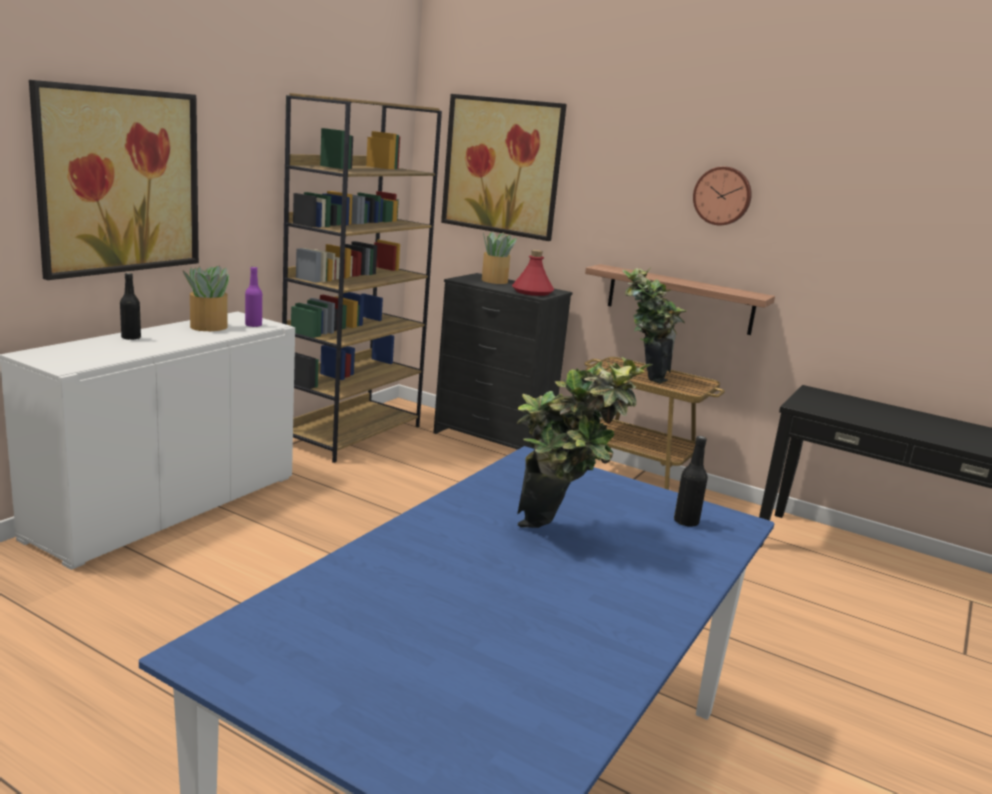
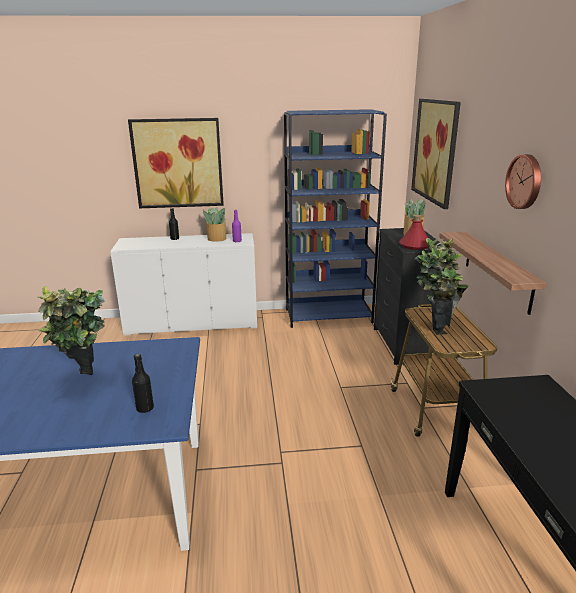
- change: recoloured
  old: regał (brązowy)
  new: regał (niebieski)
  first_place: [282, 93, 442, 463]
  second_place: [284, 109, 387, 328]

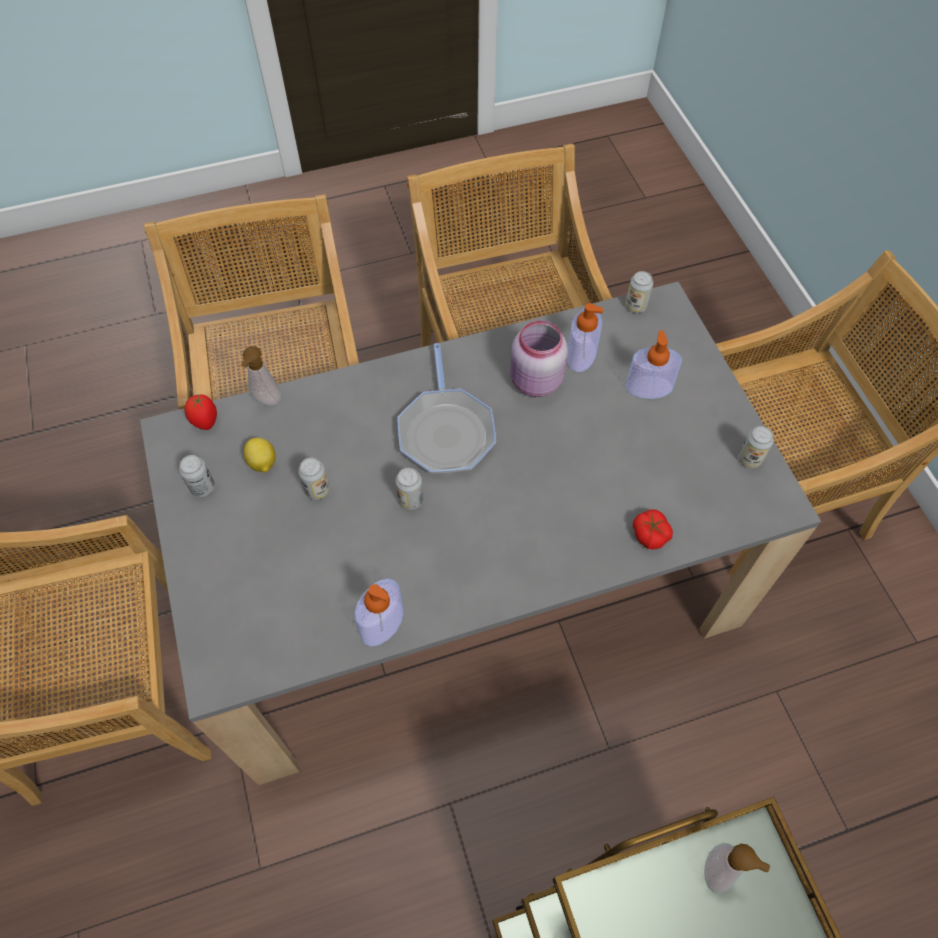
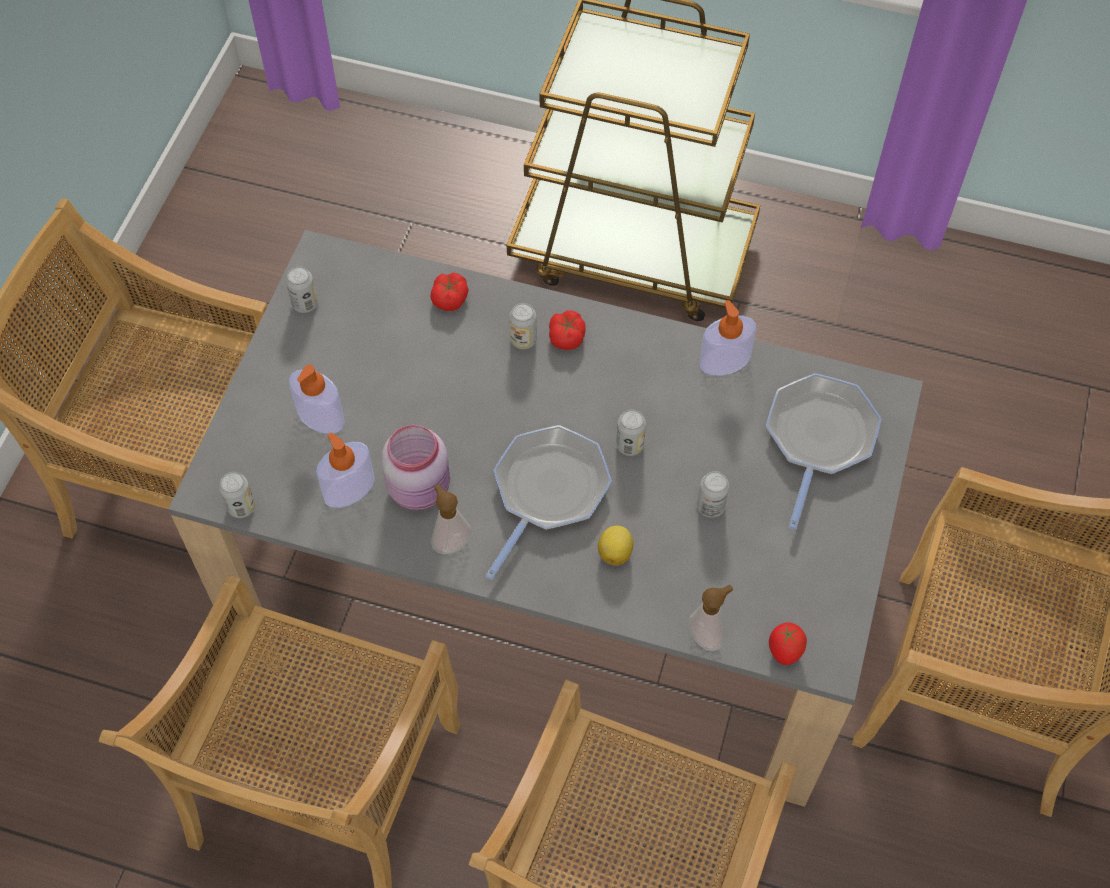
- change: added
  new: pomidor
  second_place: [549, 310, 586, 350]
- change: added
  new: patelnia
  second_place: [766, 373, 881, 530]
- change: moved
  old: puszka
  first_place: [179, 455, 215, 497]
  second_place: [509, 303, 537, 349]
- change: moved
  old: cytryna
  first_place: [243, 437, 276, 473]
  second_place: [598, 525, 633, 566]
- change: moved
  old: dozownik mydła
  first_place: [704, 843, 770, 893]
  second_place: [431, 484, 472, 554]

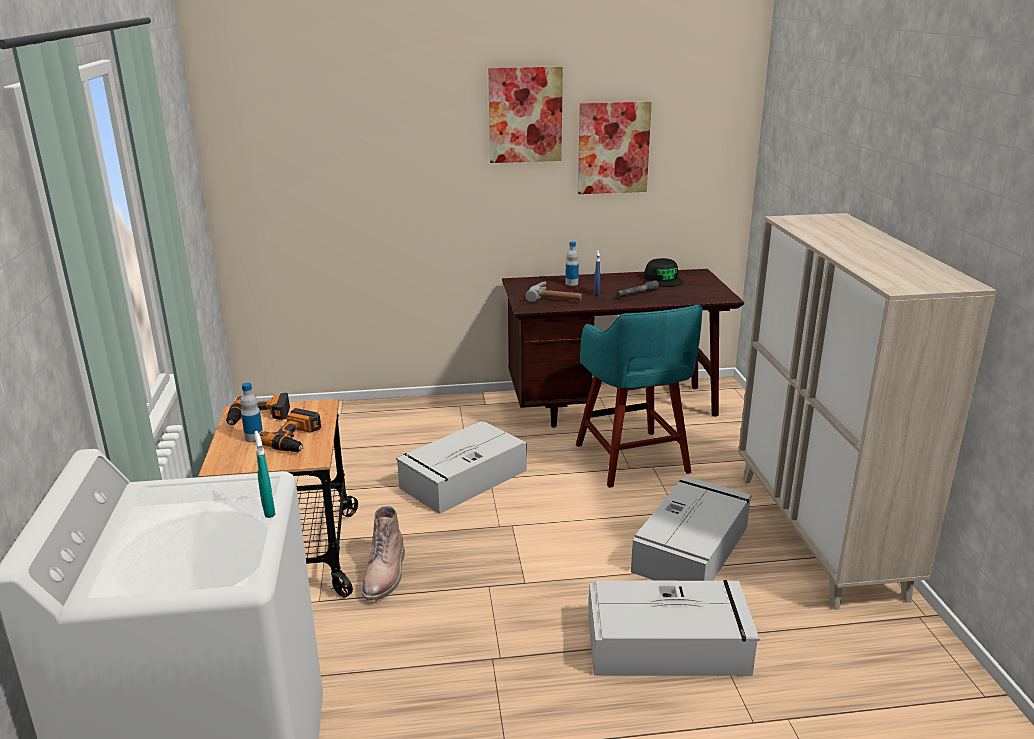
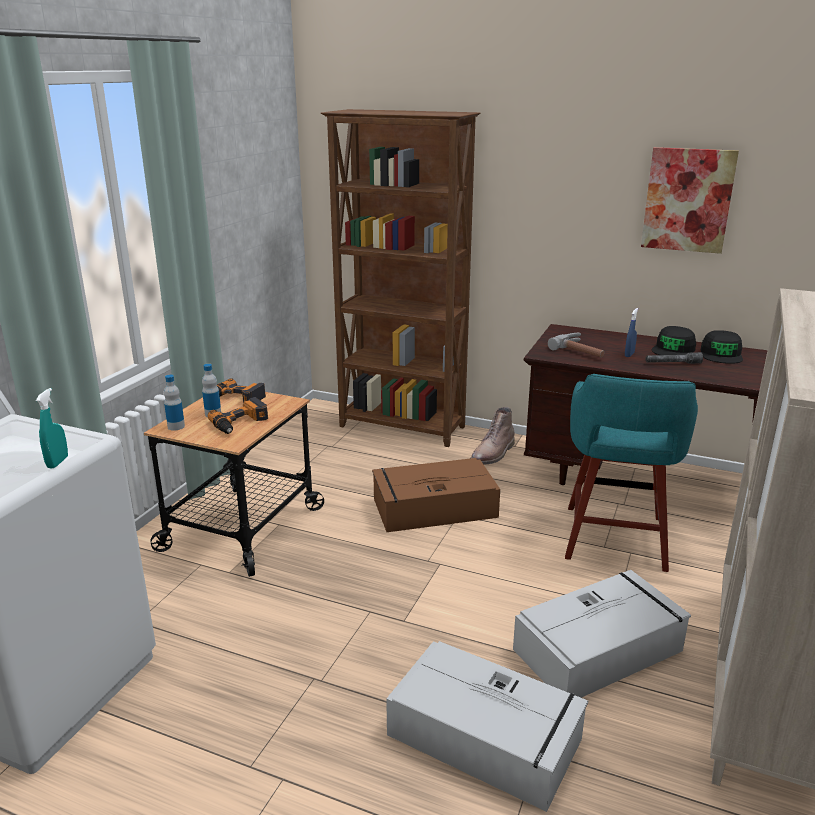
- change: removed
  old: obraz
  first_place: [488, 66, 563, 163]
- change: added
  new: regał (brązowy)
  second_place: [321, 109, 480, 447]
- change: added
  new: czapka z daszkiem (czarny)
  second_place: [651, 326, 696, 355]
- change: moved
  old: but z cholewką (brązowy)
  first_place: [362, 506, 405, 601]
  second_place: [471, 407, 515, 465]
- change: moved
  old: butelka
  first_place: [565, 241, 579, 286]
  second_place: [164, 375, 185, 431]
- change: recoloured
  old: pojemnik do przechowywania (szary)
  new: pojemnik do przechowywania (brązowy)
  first_place: [396, 421, 527, 514]
  second_place: [372, 458, 500, 532]

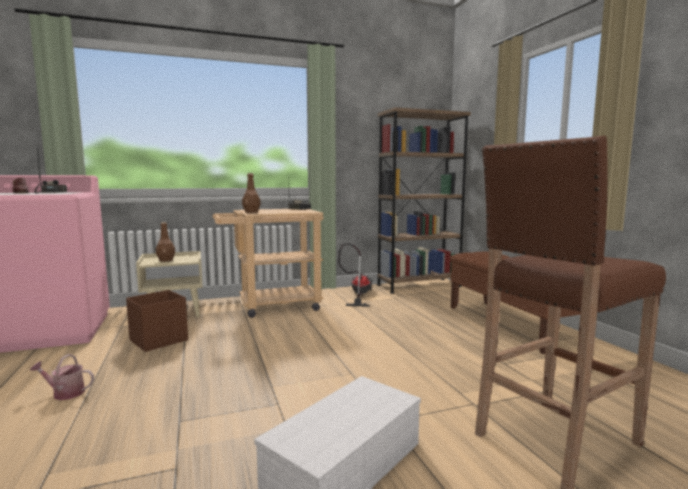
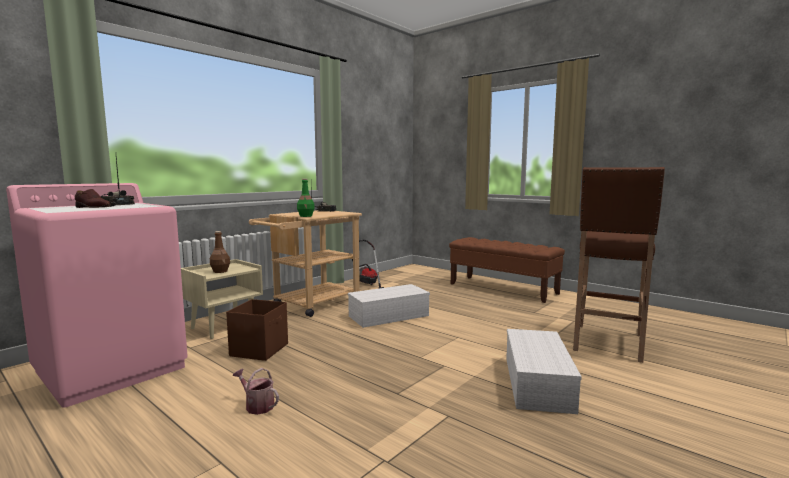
- change: removed
  old: regał (brązowy)
  first_place: [377, 107, 471, 294]
- change: added
  new: pojemnik do przechowywania (biały)
  second_place: [348, 284, 430, 328]
- change: recoloured
  old: butelka (brązowy)
  new: butelka (zielony)
  first_place: [242, 173, 261, 213]
  second_place: [297, 179, 315, 217]
- change: turned
  old: konewka
  first_place: [29, 354, 94, 400]
  second_place: [233, 368, 279, 415]
  degrees: 60

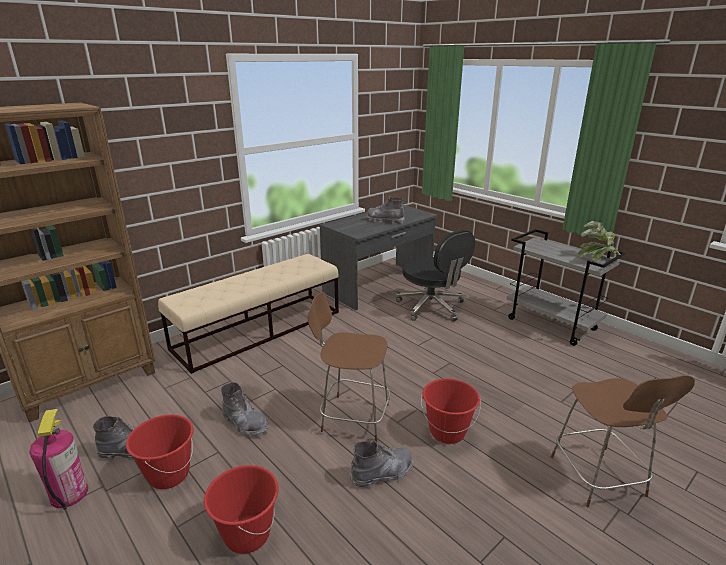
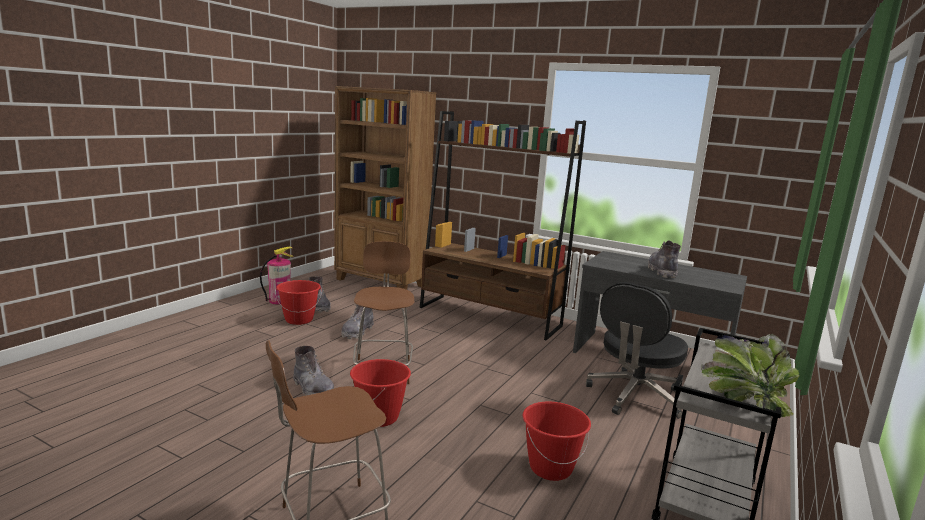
- change: moved
  old: wiadro (czerwony)
  first_place: [204, 465, 278, 554]
  second_place: [522, 402, 591, 481]
- change: replaced
  old: ławka (beżowy)
  new: regał (brązowy)
  first_place: [158, 254, 339, 374]
  second_place: [420, 111, 586, 341]

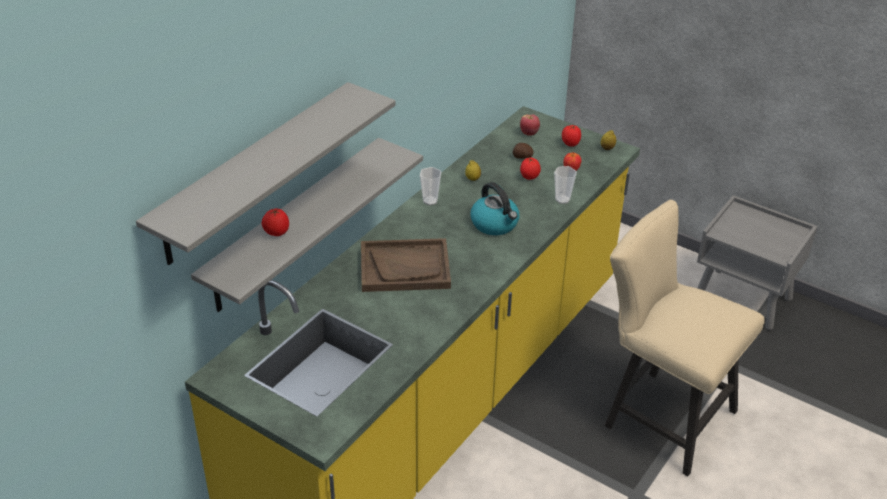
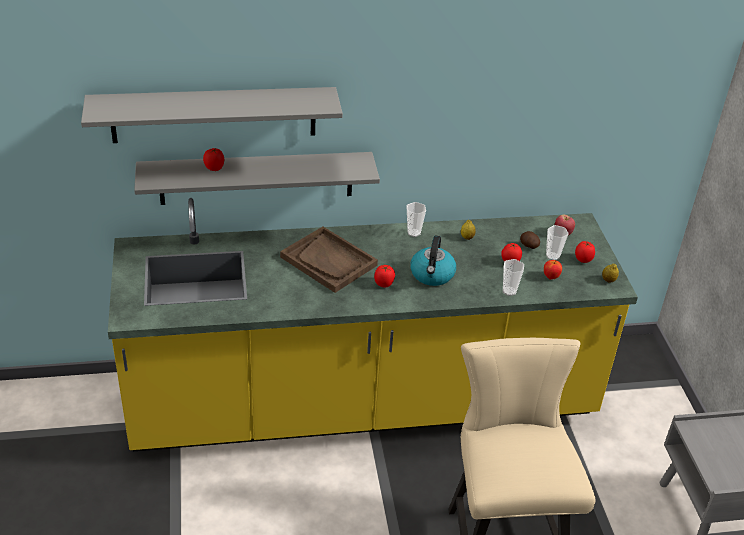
- change: added
  new: pomidor
  second_place: [374, 265, 395, 288]
- change: added
  new: filiżanka
  second_place: [546, 225, 569, 260]

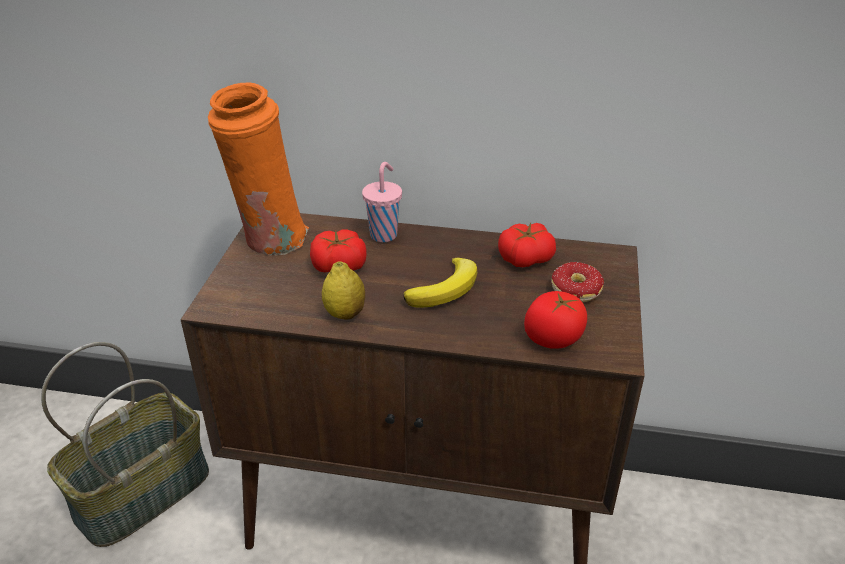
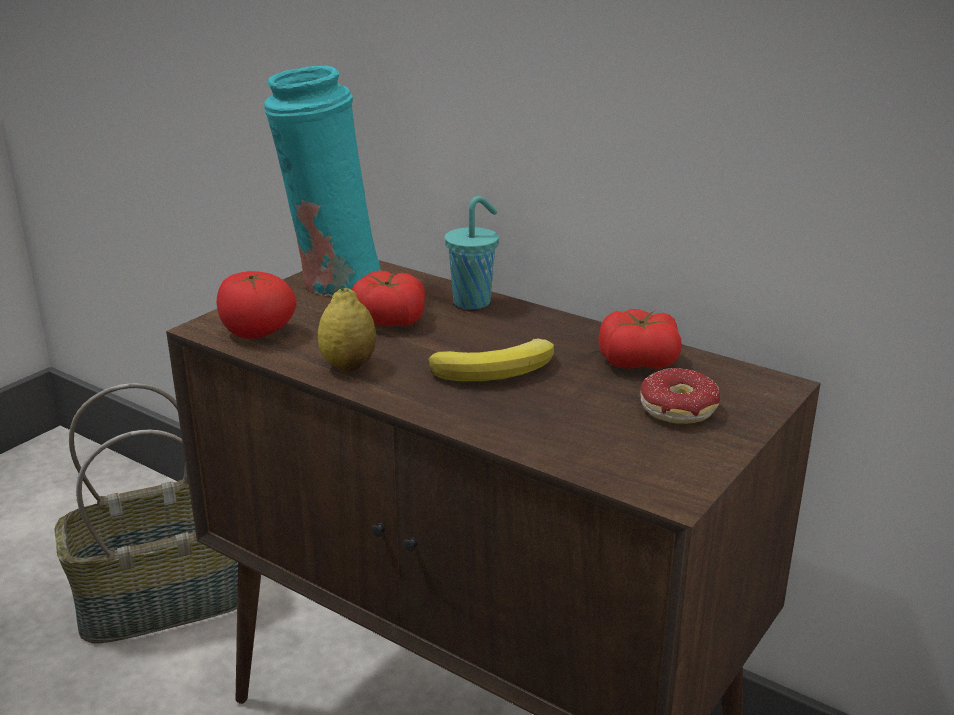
- change: moved
  old: pomidor
  first_place: [524, 291, 587, 349]
  second_place: [216, 271, 296, 339]
- change: recoloured
  old: wazon (pomarańczowy)
  new: wazon (turkusowy)
  first_place: [208, 82, 309, 255]
  second_place: [264, 66, 382, 297]
- change: recoloured
  old: filiżanka (różowy)
  new: filiżanka (turkusowy)
  first_place: [362, 162, 402, 242]
  second_place: [445, 196, 499, 309]

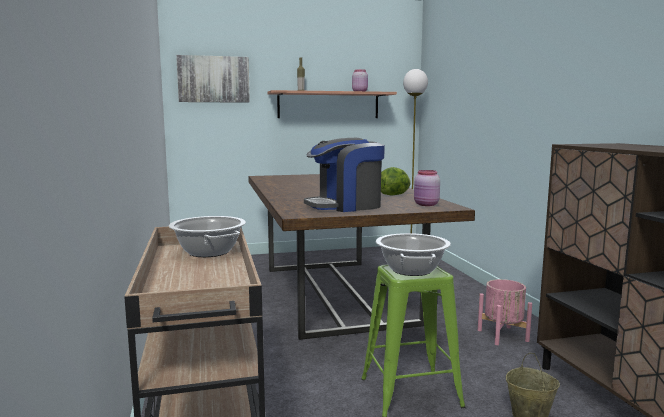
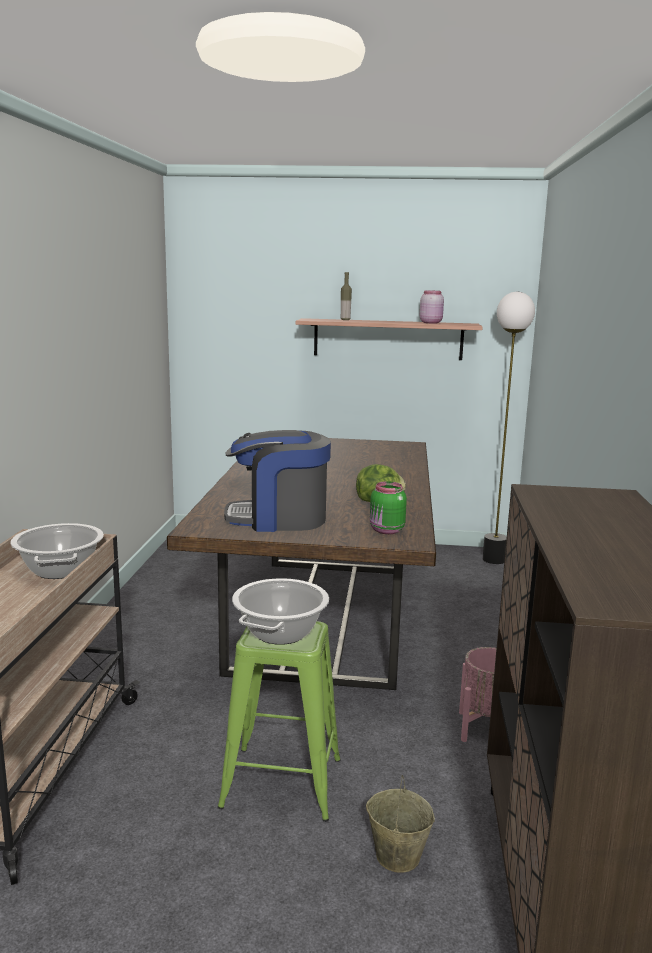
- change: removed
  old: obraz
  first_place: [176, 55, 250, 103]
- change: recoloured
  old: słoik (różowy)
  new: słoik (zielony)
  first_place: [414, 170, 440, 206]
  second_place: [370, 481, 407, 534]

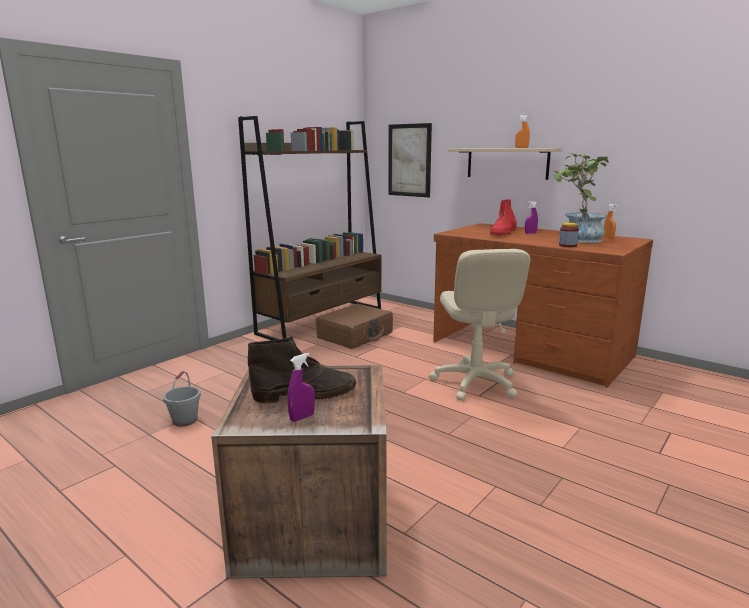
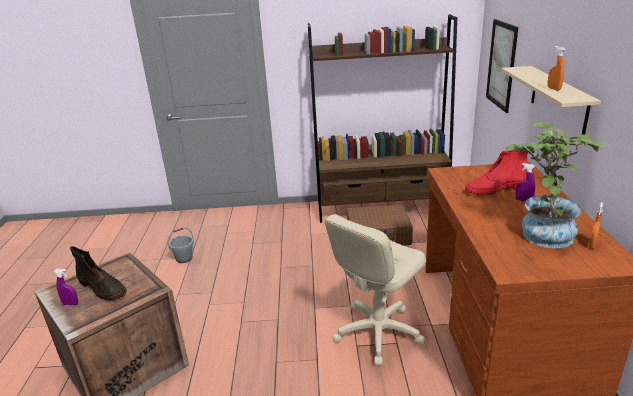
- change: removed
  old: słoik
  first_place: [559, 223, 579, 247]

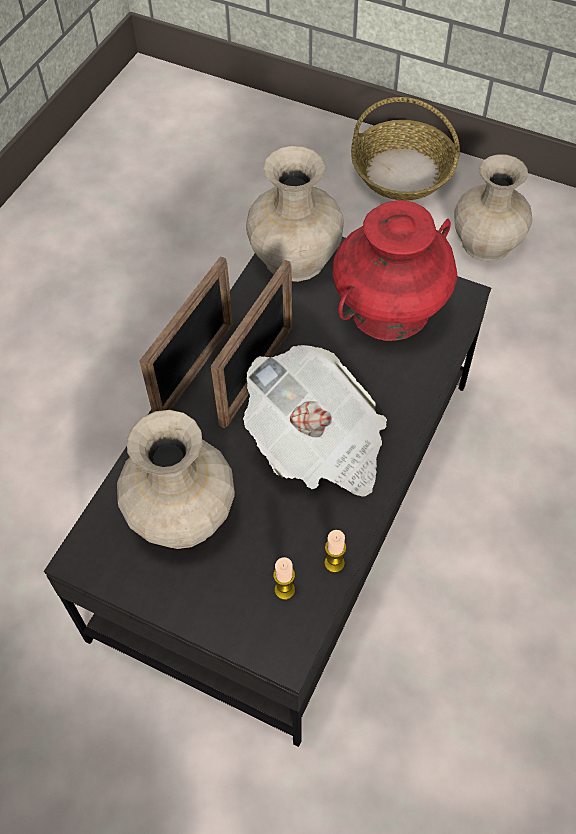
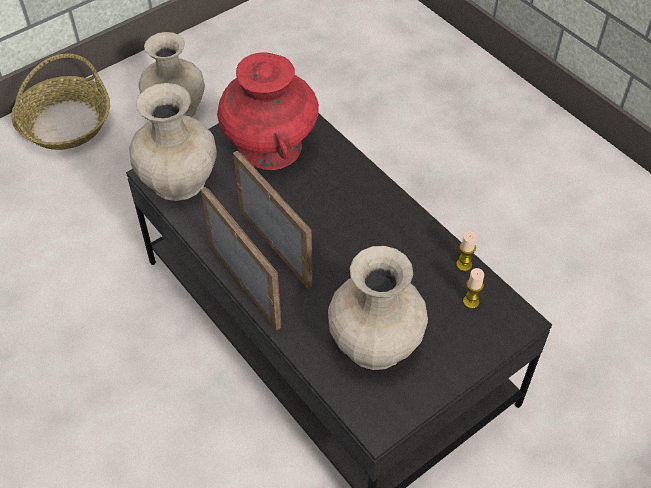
- change: removed
  old: gazeta
  first_place: [243, 345, 387, 497]

